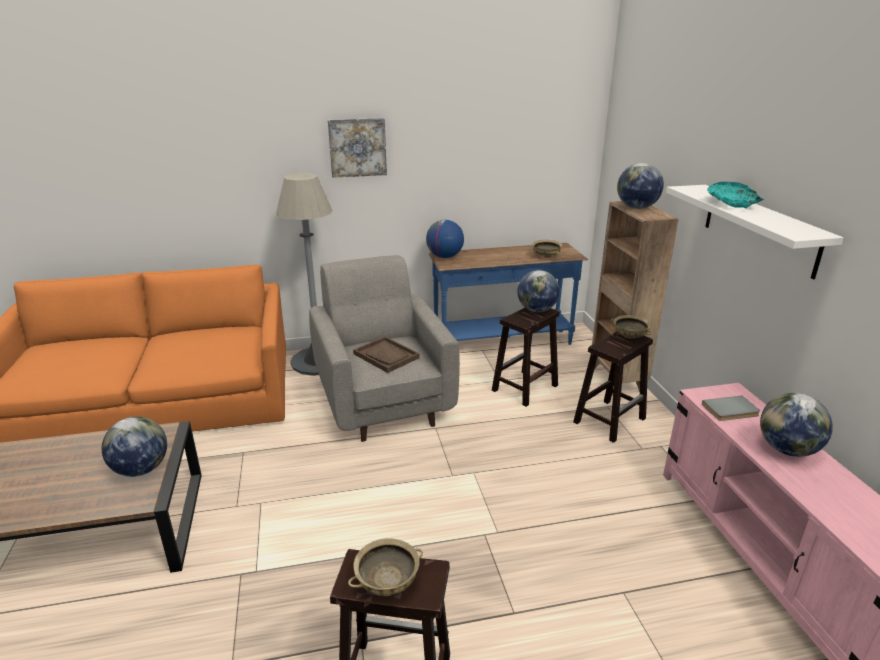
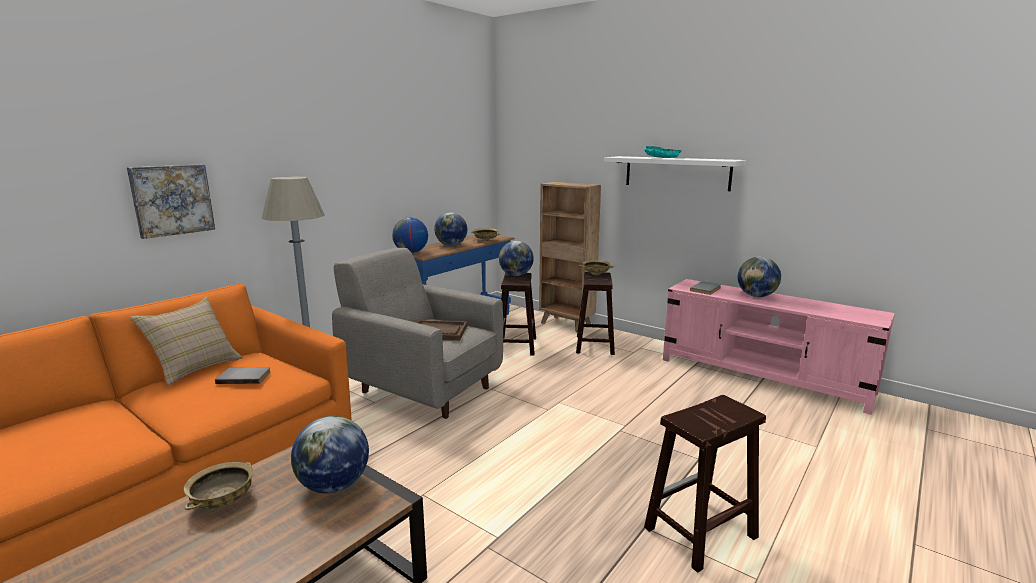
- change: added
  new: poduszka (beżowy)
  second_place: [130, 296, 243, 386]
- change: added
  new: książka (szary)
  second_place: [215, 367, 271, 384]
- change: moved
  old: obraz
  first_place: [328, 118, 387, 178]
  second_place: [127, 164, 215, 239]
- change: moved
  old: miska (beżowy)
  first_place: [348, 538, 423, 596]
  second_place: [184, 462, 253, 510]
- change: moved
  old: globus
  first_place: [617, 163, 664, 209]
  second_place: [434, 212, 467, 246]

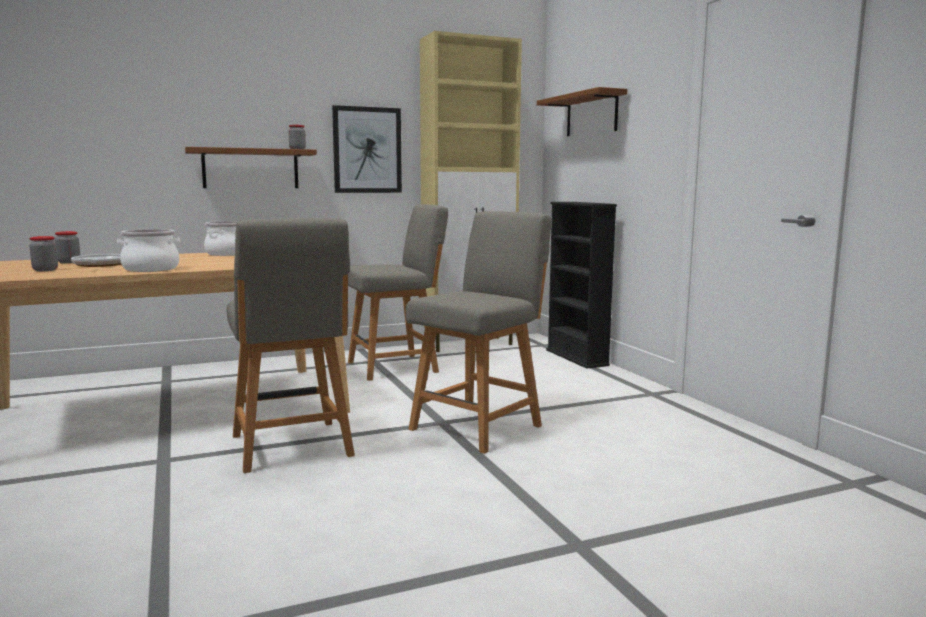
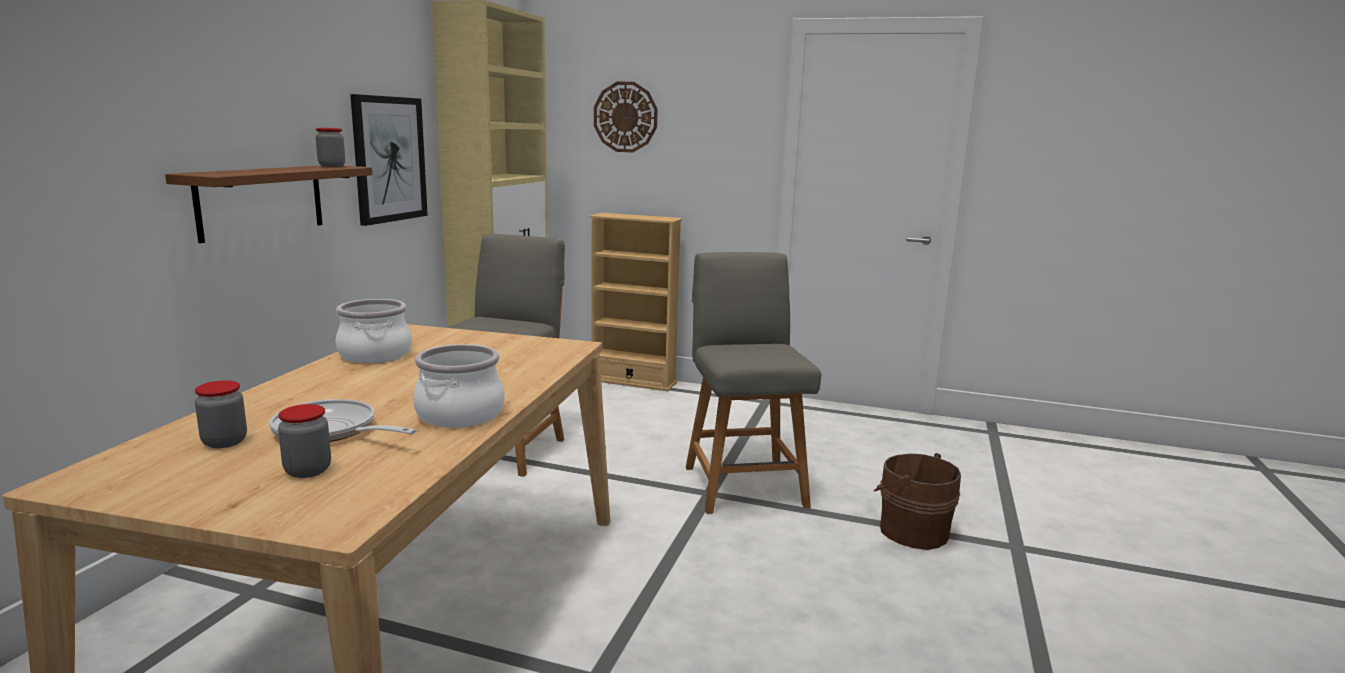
- change: removed
  old: krzesło (szary)
  first_place: [227, 218, 355, 473]
- change: added
  new: wiadro (brązowy)
  second_place: [874, 453, 961, 550]
- change: replaced
  old: półka (brązowy)
  new: zegar ścienny
  first_place: [537, 87, 627, 136]
  second_place: [594, 82, 658, 152]
- change: recoloured
  old: regał (czarny)
  new: regał (beżowy)
  first_place: [546, 202, 617, 369]
  second_place: [590, 213, 682, 391]

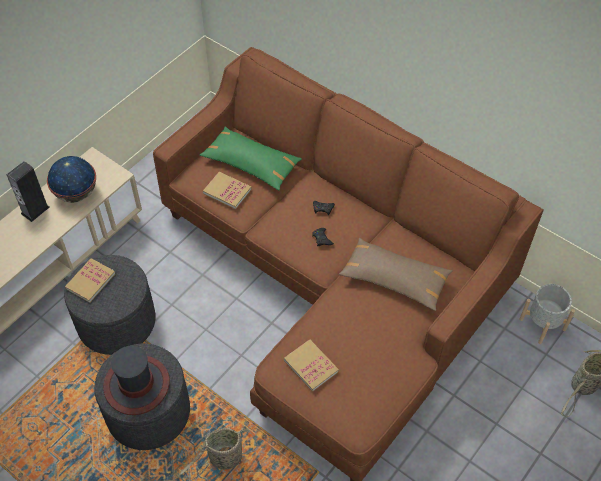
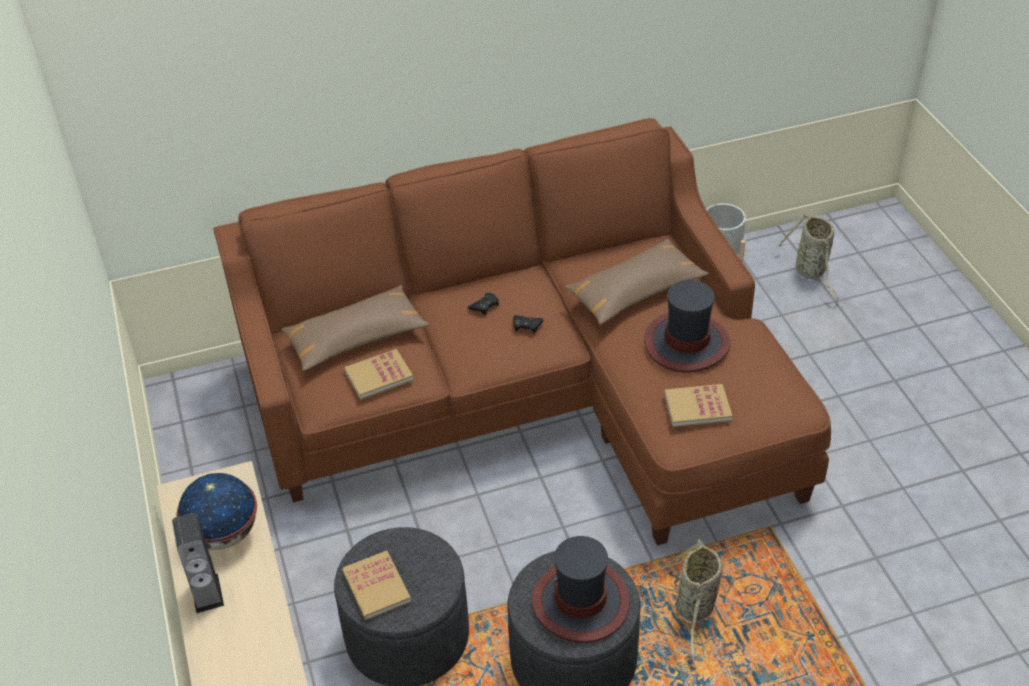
- change: added
  new: kapelusz
  second_place: [644, 280, 730, 372]
- change: recoloured
  old: poduszka (zielony)
  new: poduszka (brązowy)
  first_place: [200, 127, 302, 190]
  second_place: [281, 285, 430, 371]

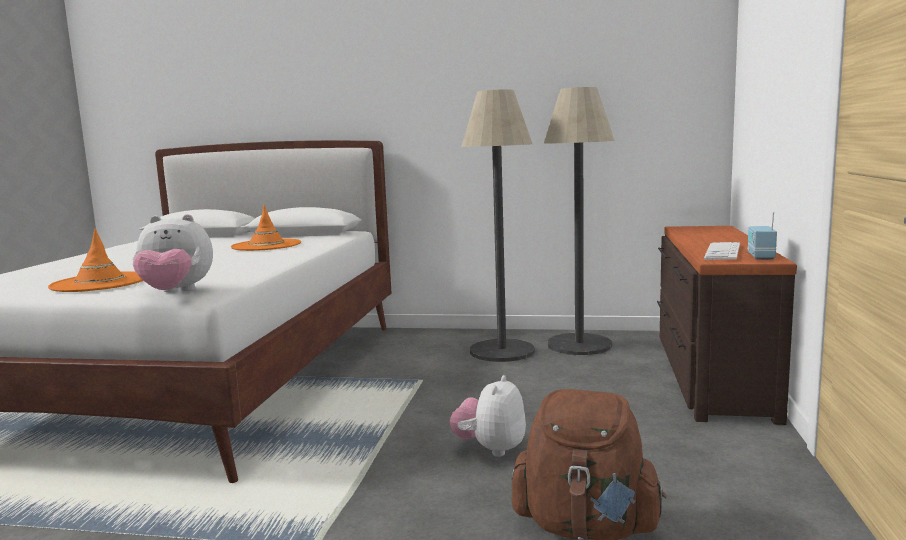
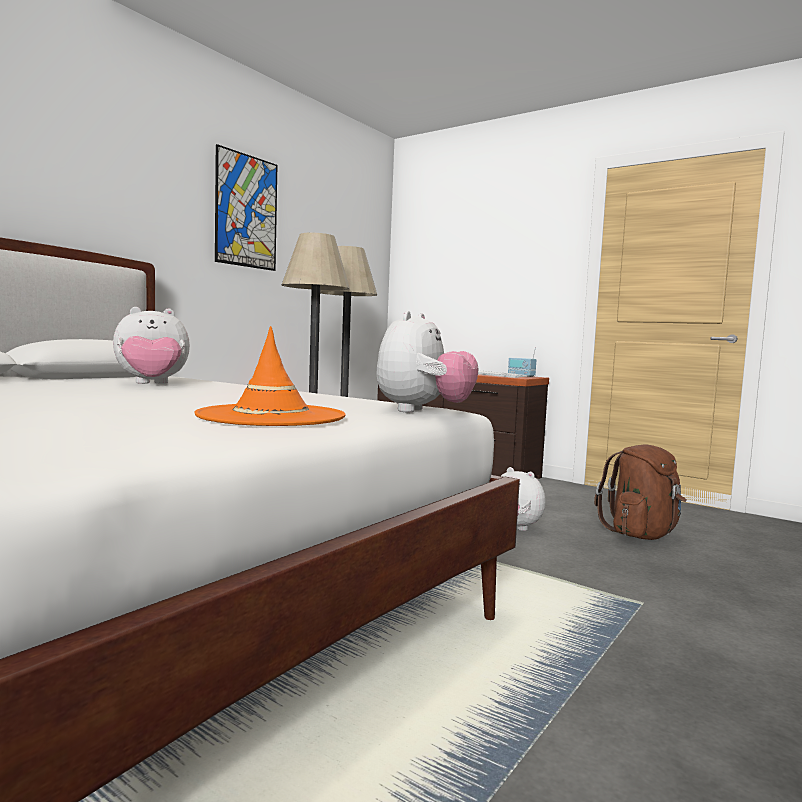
- change: added
  new: obraz
  second_place: [215, 144, 277, 271]
- change: replaced
  old: kapelusz (pomarańczowy)
  new: pluszak
  first_place: [231, 205, 301, 251]
  second_place: [113, 307, 190, 384]

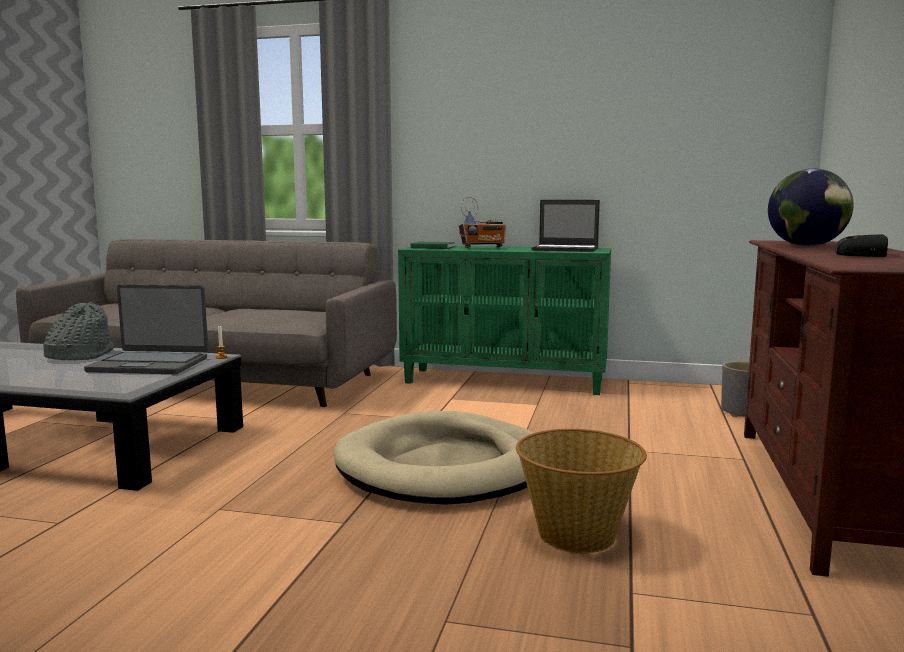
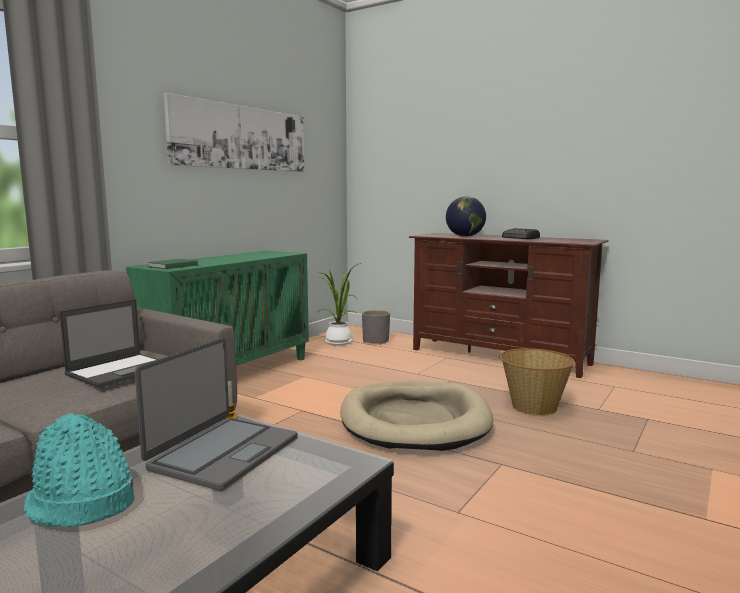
- change: removed
  old: radio
  first_place: [459, 197, 506, 248]
- change: added
  new: obraz
  second_place: [164, 93, 304, 172]
- change: added
  new: roślina doniczkowa
  second_place: [316, 263, 361, 346]
- change: moved
  old: laptop
  first_place: [531, 200, 600, 252]
  second_place: [59, 299, 158, 388]
- change: recoloured
  old: kapelusz (szary)
  new: kapelusz (turkusowy)
  first_place: [43, 302, 114, 360]
  second_place: [24, 413, 135, 527]

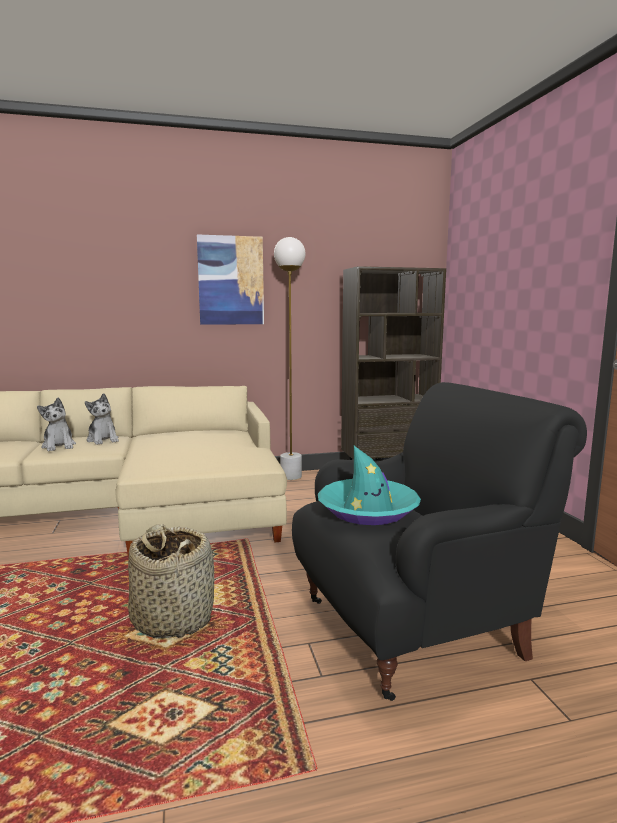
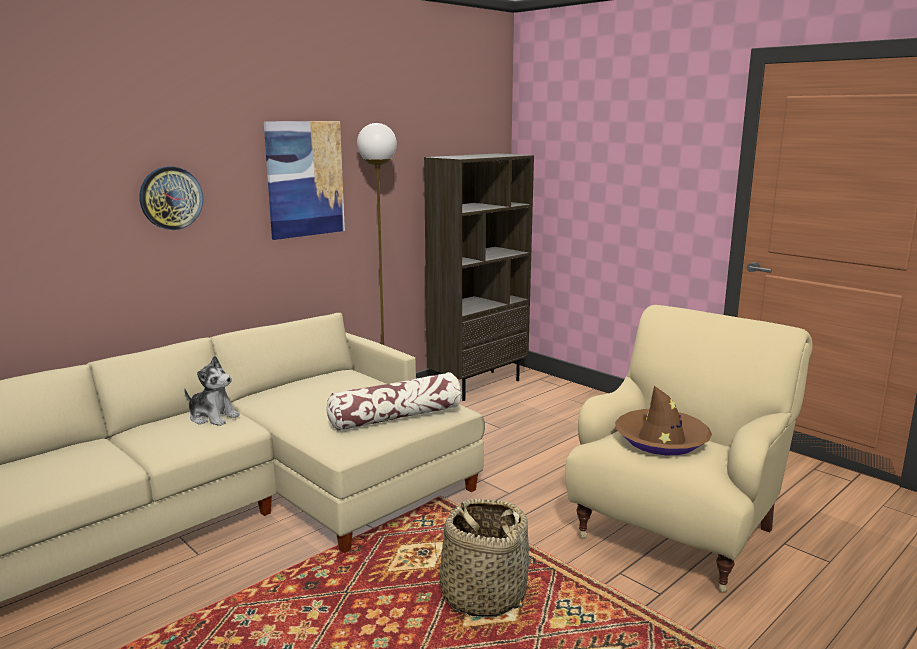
- change: removed
  old: pluszak
  first_place: [37, 398, 76, 451]
- change: added
  new: zegar ścienny
  second_place: [139, 166, 203, 230]
- change: added
  new: poduszka
  second_place: [326, 372, 462, 431]
- change: recoloured
  old: fotel (czarny)
  new: fotel (beżowy)
  first_place: [292, 382, 587, 701]
  second_place: [565, 305, 813, 592]
- change: recoloured
  old: kapelusz (turkusowy)
  new: kapelusz (brązowy)
  first_place: [318, 446, 421, 525]
  second_place: [615, 386, 712, 455]

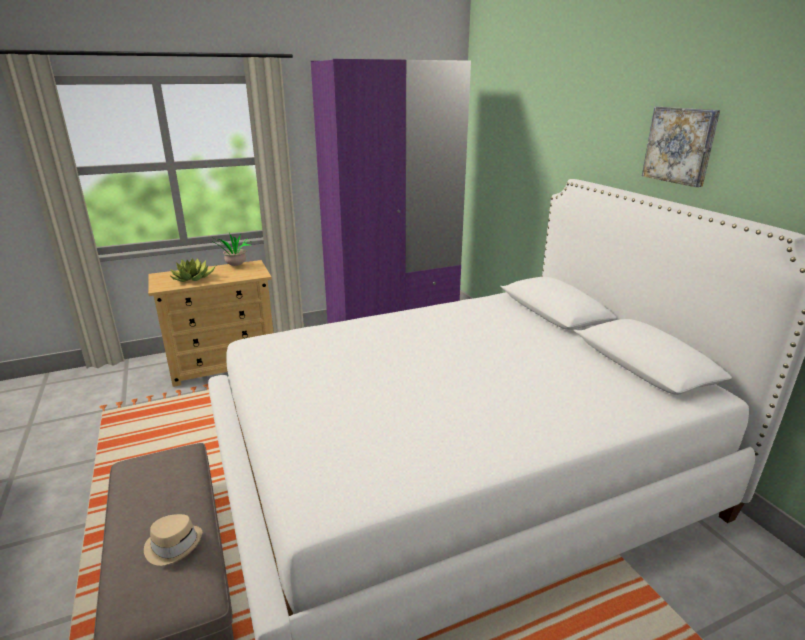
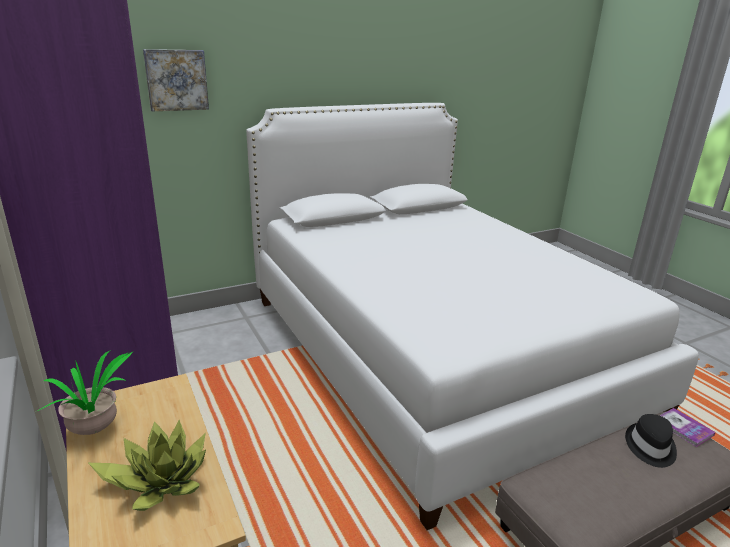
- change: added
  new: książka
  second_place: [660, 408, 716, 447]
- change: moved
  old: obraz
  first_place: [642, 107, 720, 187]
  second_place: [143, 49, 209, 111]
- change: recoloured
  old: kapelusz (beżowy)
  new: kapelusz (czarny)
  first_place: [144, 514, 202, 566]
  second_place: [625, 414, 677, 468]

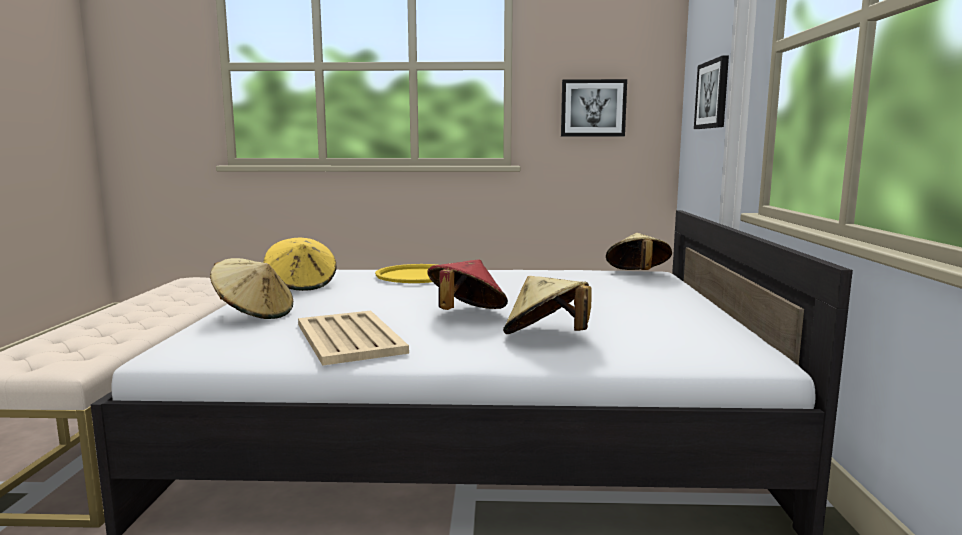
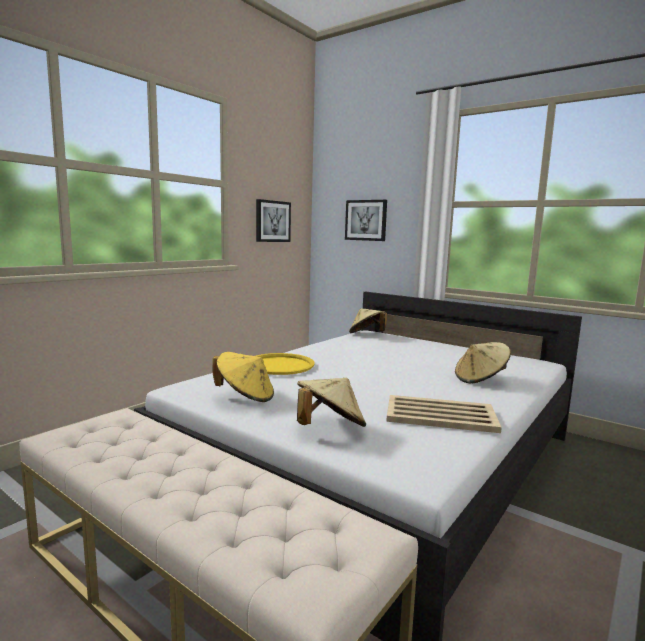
- change: removed
  old: kapelusz (czerwony)
  first_place: [427, 259, 508, 310]

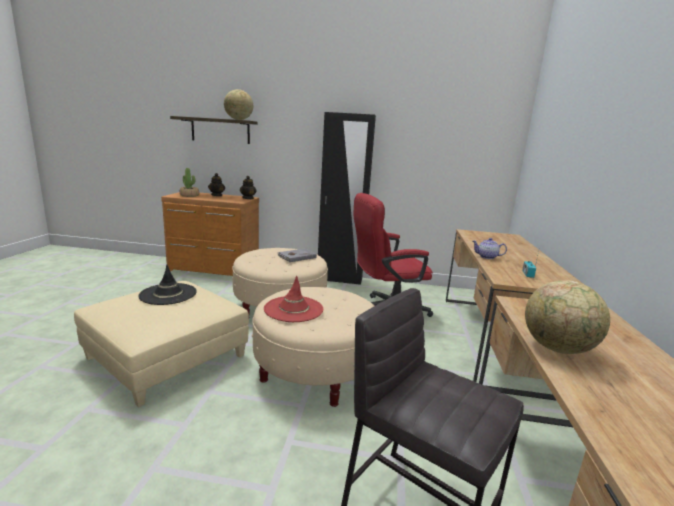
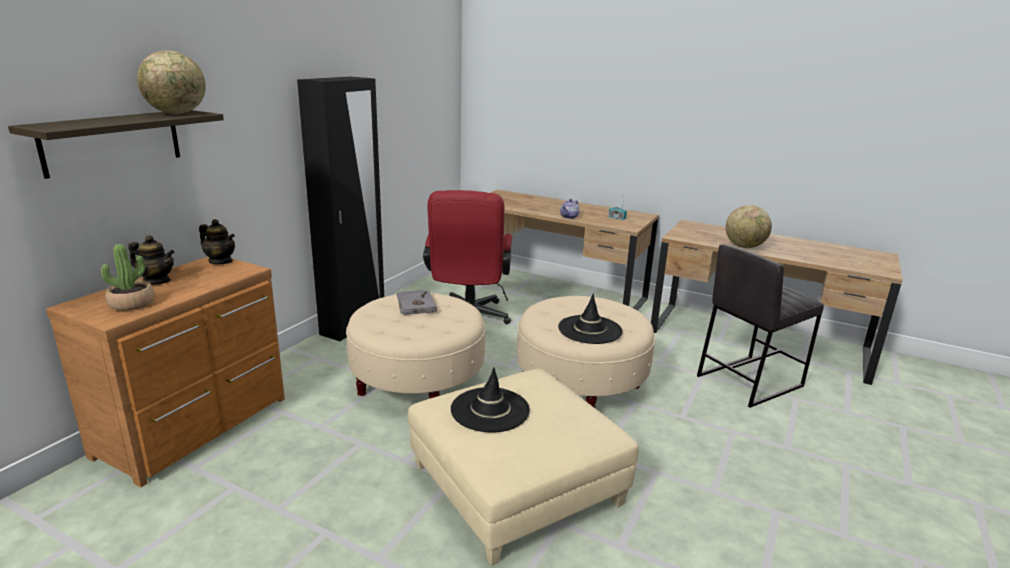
- change: recoloured
  old: kapelusz (czerwony)
  new: kapelusz (czarny)
  first_place: [264, 275, 323, 322]
  second_place: [558, 293, 623, 344]

